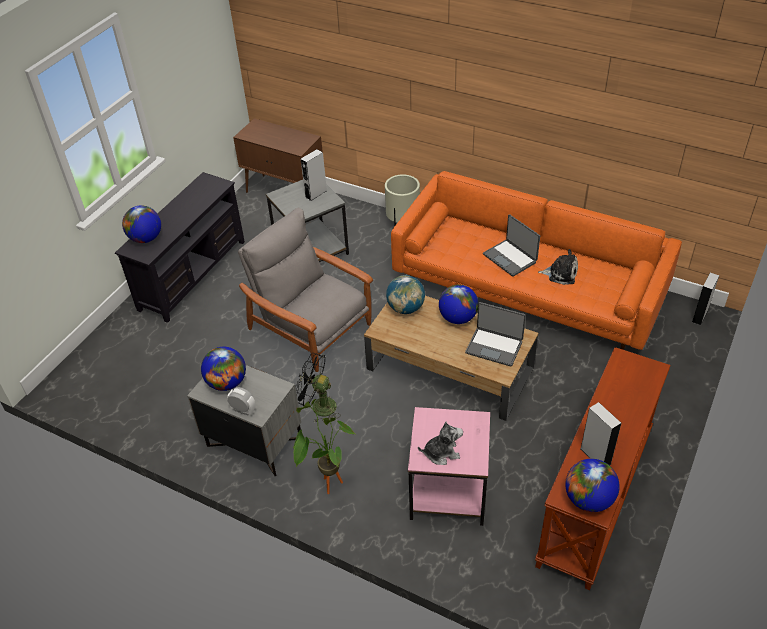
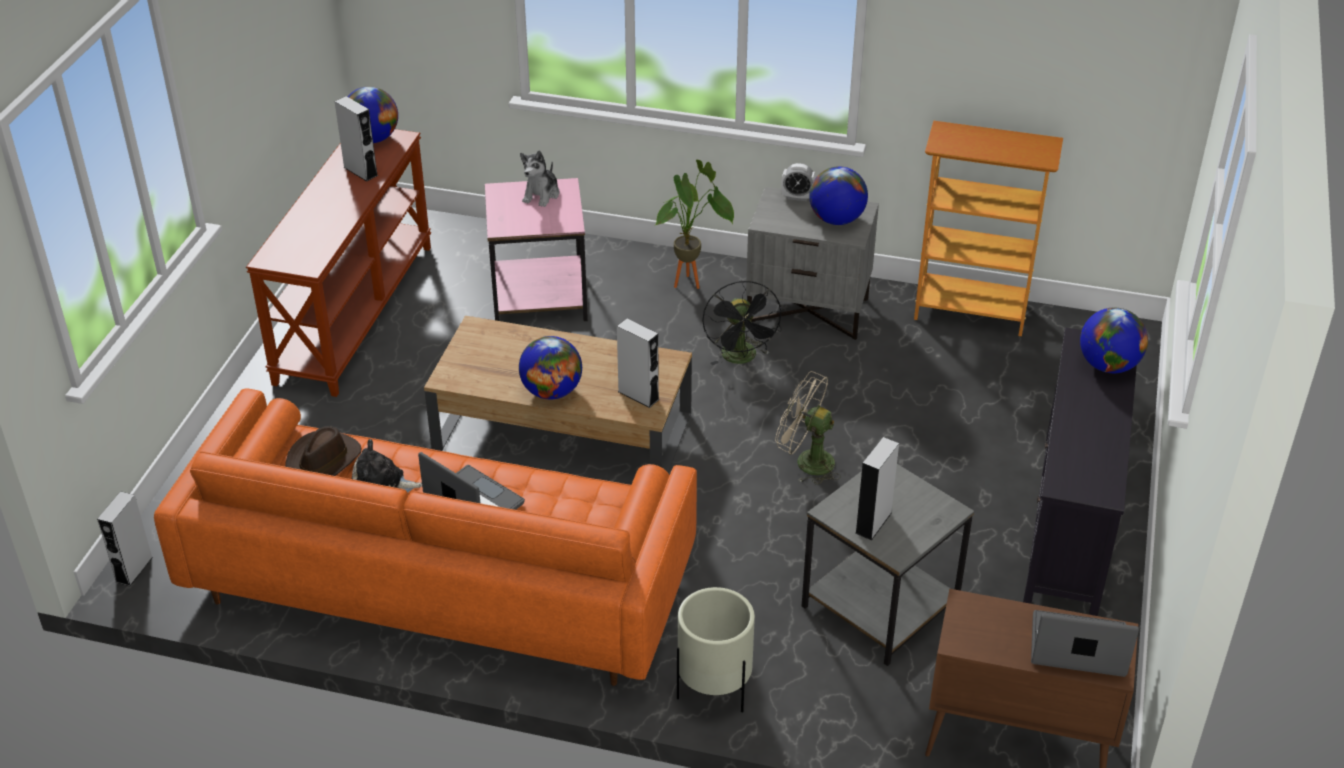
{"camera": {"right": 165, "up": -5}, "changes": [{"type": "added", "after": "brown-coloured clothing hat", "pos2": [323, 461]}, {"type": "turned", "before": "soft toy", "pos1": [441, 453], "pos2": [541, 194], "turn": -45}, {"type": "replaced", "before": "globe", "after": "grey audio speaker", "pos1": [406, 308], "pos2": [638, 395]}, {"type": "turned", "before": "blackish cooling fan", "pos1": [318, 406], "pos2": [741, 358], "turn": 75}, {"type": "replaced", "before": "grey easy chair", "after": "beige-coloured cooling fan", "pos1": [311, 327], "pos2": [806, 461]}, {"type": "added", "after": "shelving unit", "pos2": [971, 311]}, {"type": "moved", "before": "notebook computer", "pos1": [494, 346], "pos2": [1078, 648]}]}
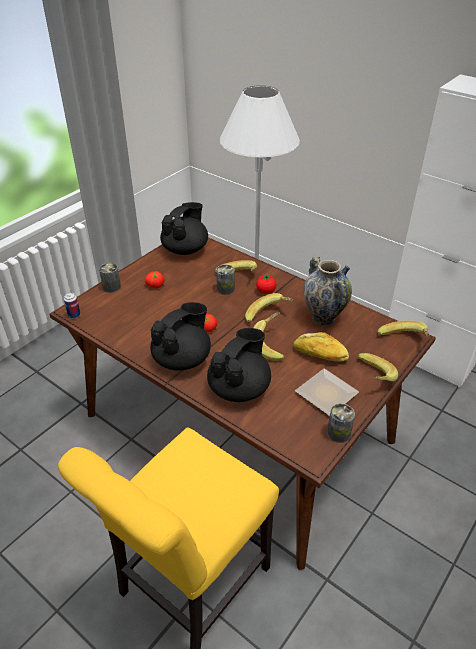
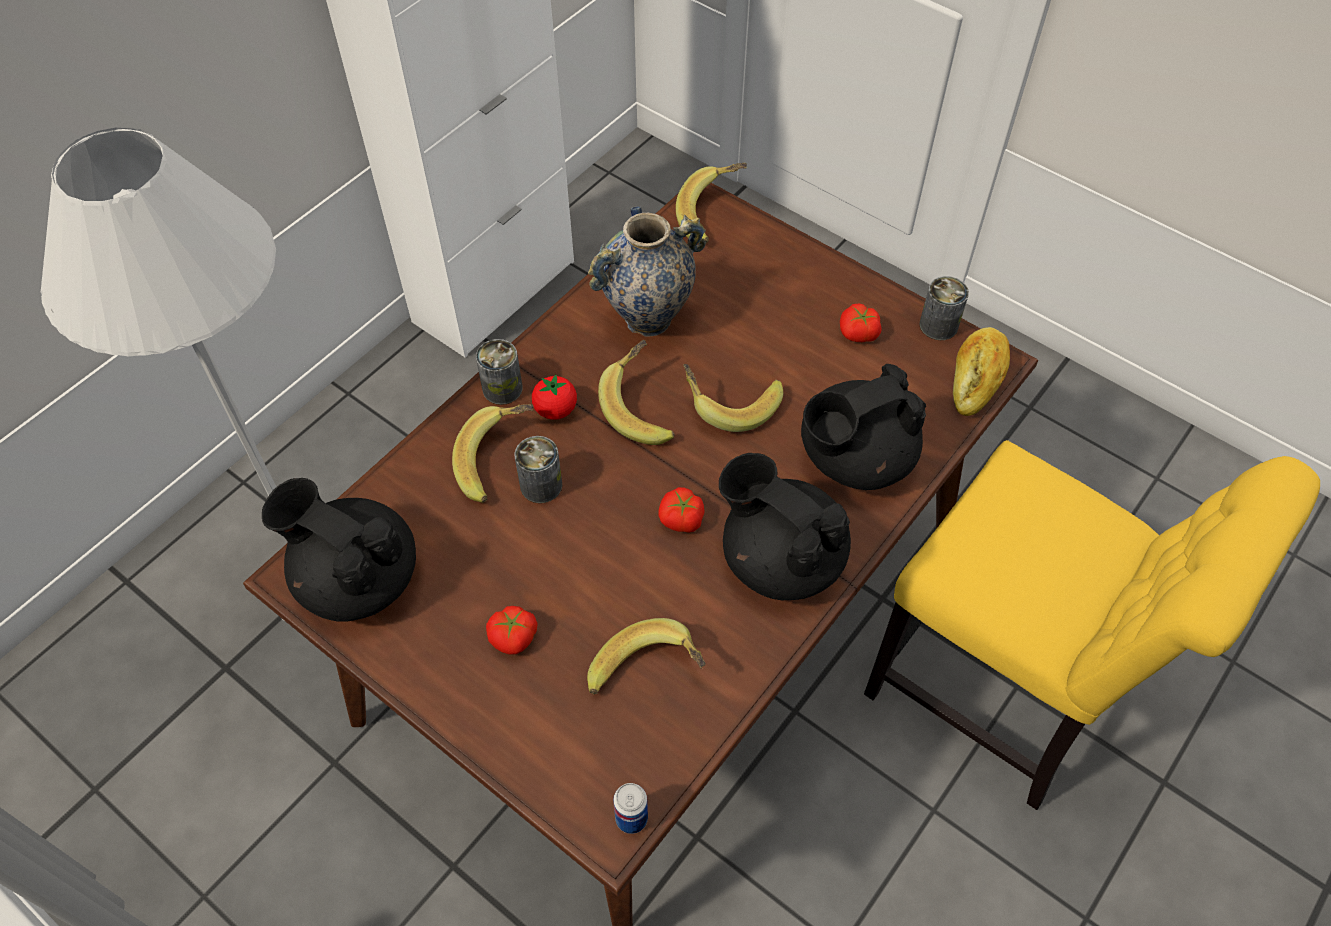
{"camera": {"right": -90, "up": 15}, "changes": [{"type": "moved", "before": "can", "pos1": [111, 287], "pos2": [502, 388]}, {"type": "moved", "before": "banana fruit", "pos1": [371, 377], "pos2": [648, 675]}, {"type": "turned", "before": "blackish pot for tea", "pos1": [239, 388], "pos2": [854, 459], "turn": -60}, {"type": "replaced", "before": "dinner plate", "after": "fresh tomato", "pos1": [326, 396], "pos2": [858, 333]}, {"type": "moved", "before": "bread", "pos1": [320, 355], "pos2": [976, 379]}]}
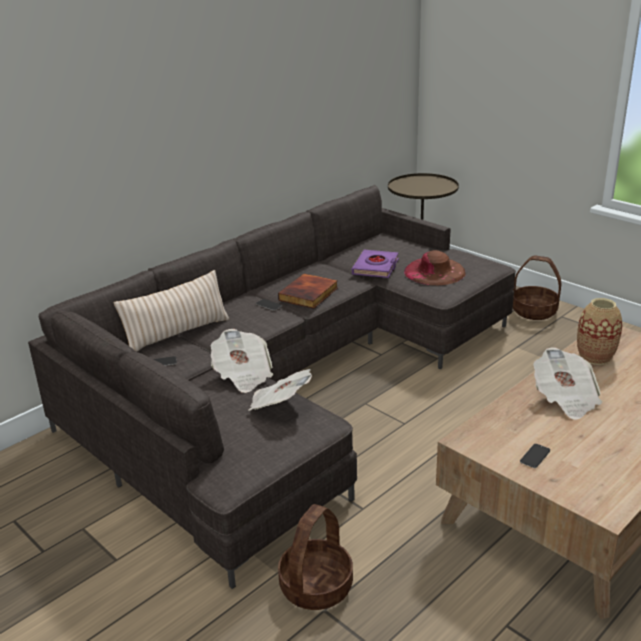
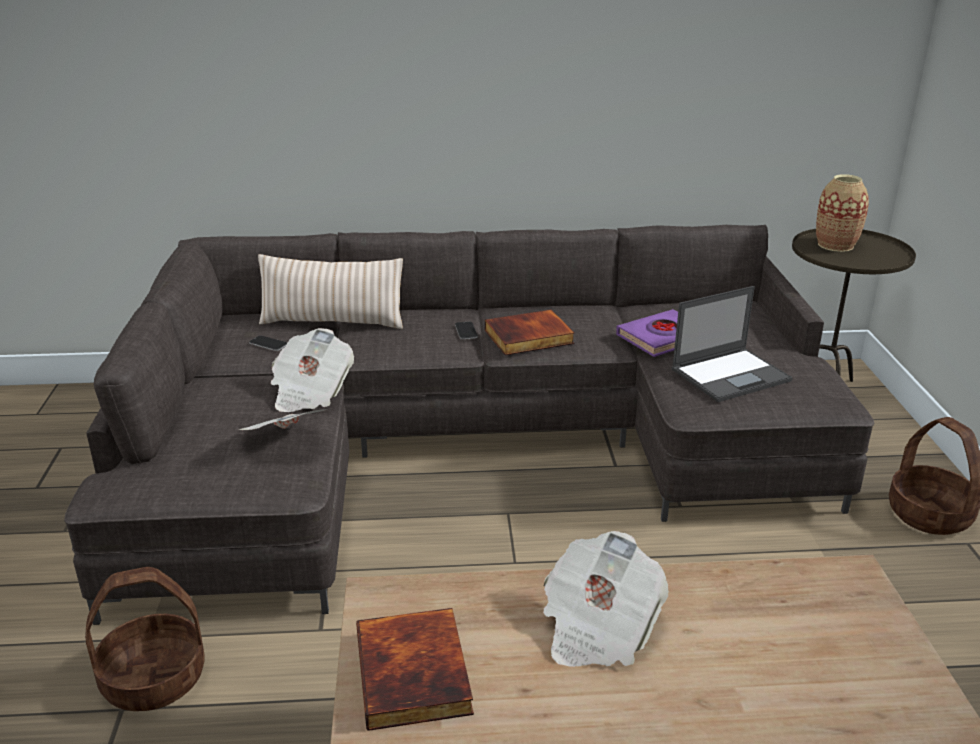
{"camera": {"right": 40, "up": 0}, "changes": [{"type": "replaced", "before": "phone", "after": "bound book", "pos1": [535, 456], "pos2": [416, 673]}, {"type": "replaced", "before": "brown-coloured clothing hat", "after": "notebook computer", "pos1": [434, 272], "pos2": [731, 375]}, {"type": "moved", "before": "flower vase", "pos1": [595, 356], "pos2": [835, 245]}]}
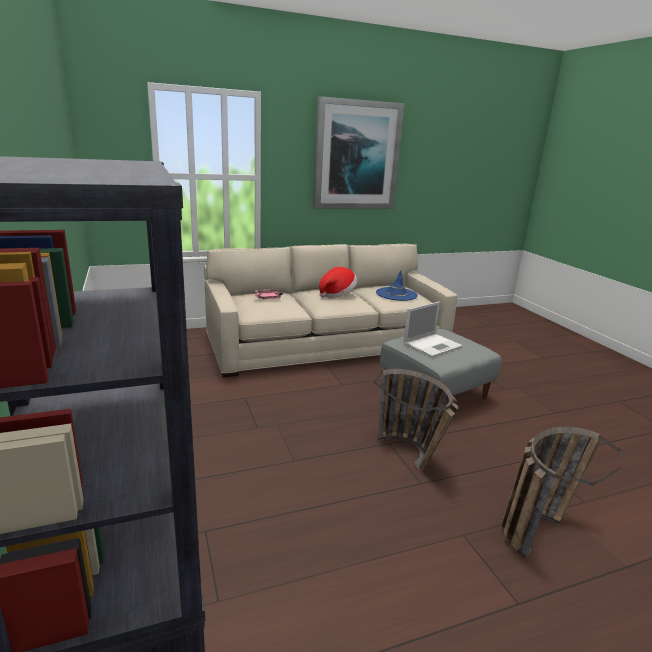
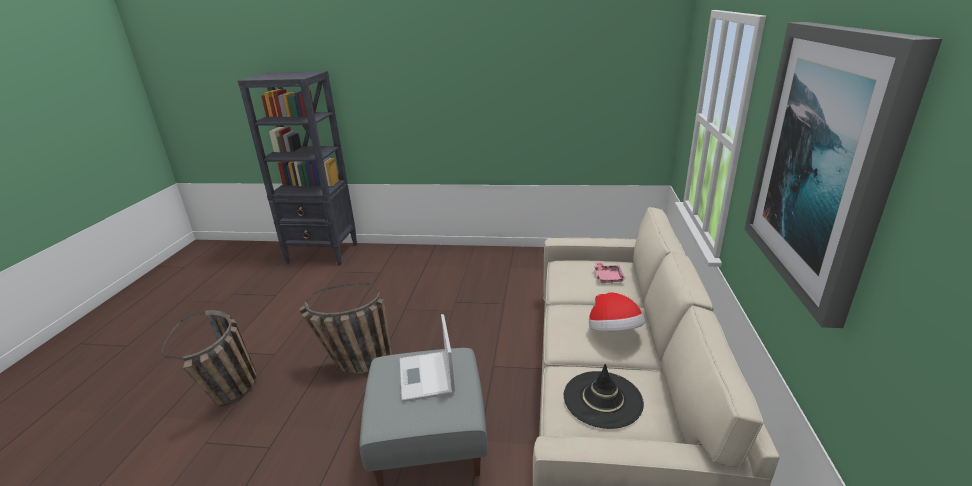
{"camera": {"right": 120, "up": 5}, "changes": [{"type": "recoloured", "before": "bluish clothing hat", "after": "blackish clothing hat", "pos1": [396, 294], "pos2": [603, 399]}]}
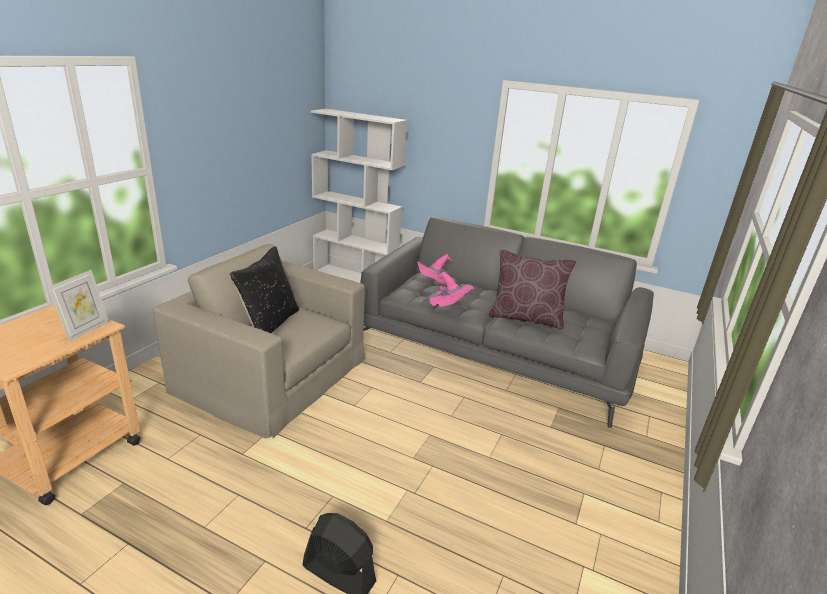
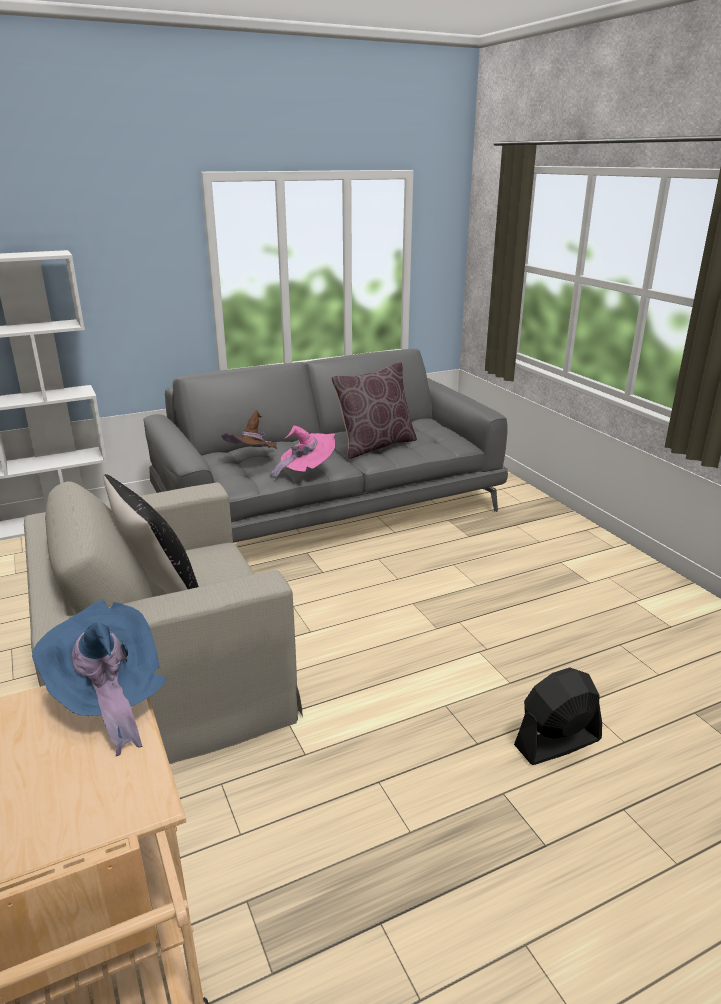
{"camera": {"right": -50, "up": 0}, "changes": [{"type": "replaced", "before": "picture frame", "after": "bluish clothing hat", "pos1": [86, 330], "pos2": [109, 700]}, {"type": "recoloured", "before": "pinkish clothing hat", "after": "brown-coloured clothing hat", "pos1": [435, 288], "pos2": [253, 460]}]}
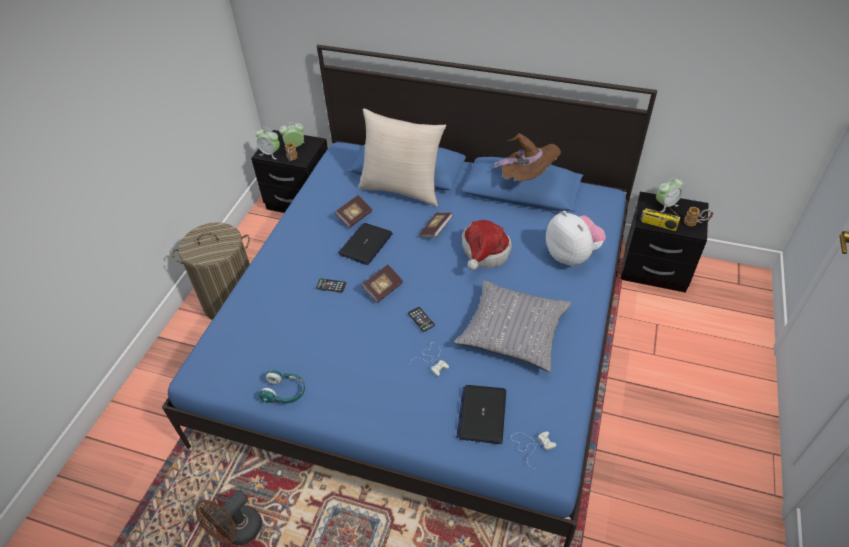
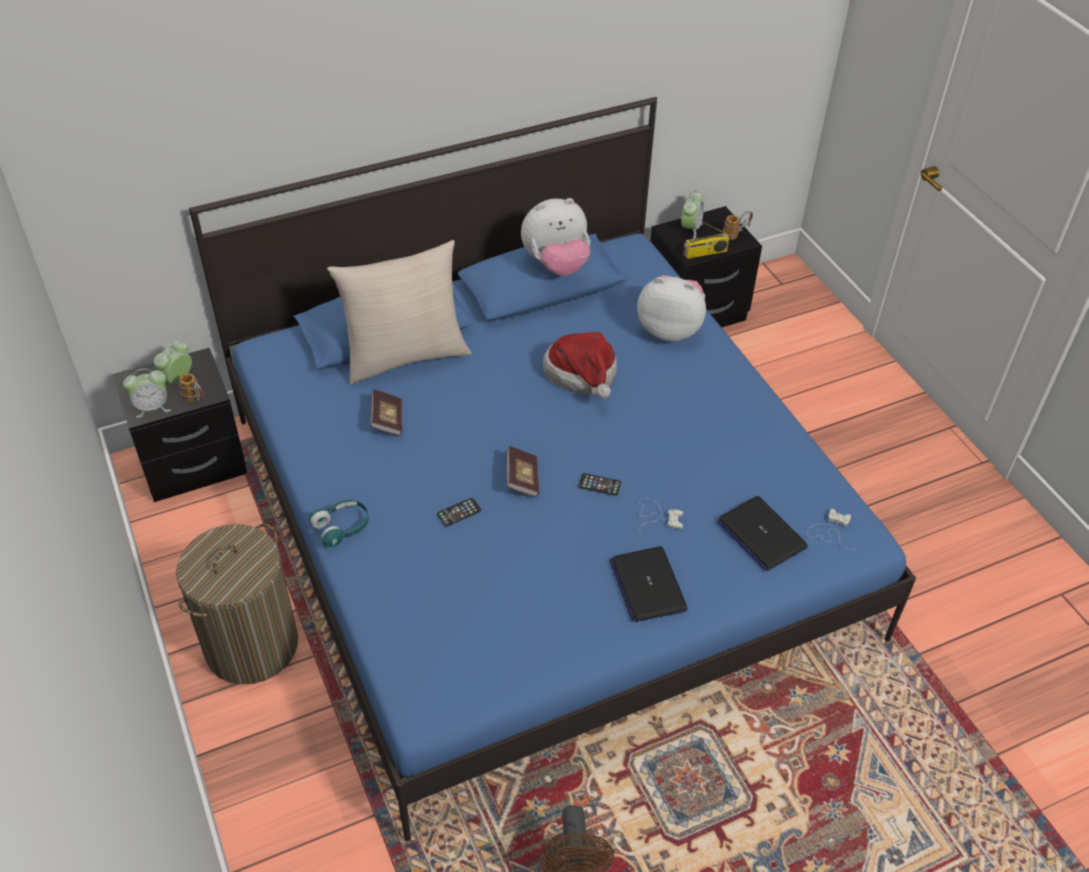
{"camera": {"right": -45, "up": 0}, "changes": [{"type": "moved", "before": "turquoise-coloured headset", "pos1": [284, 392], "pos2": [342, 527]}, {"type": "replaced", "before": "brown-coloured clothing hat", "after": "soft toy", "pos1": [526, 178], "pos2": [556, 265]}, {"type": "moved", "before": "notebook computer", "pos1": [366, 244], "pos2": [647, 585]}, {"type": "removed", "before": "bound book", "pos1": [436, 230]}, {"type": "removed", "before": "grey pillow", "pos1": [513, 331]}]}
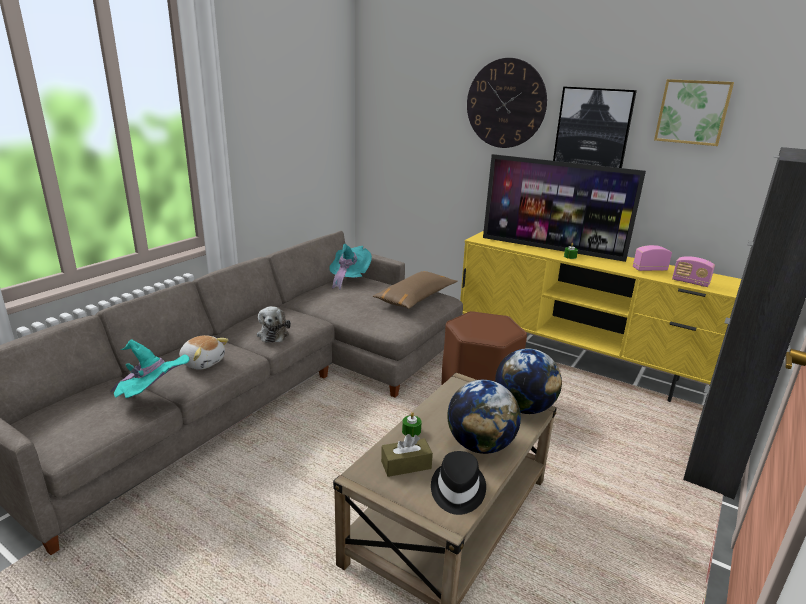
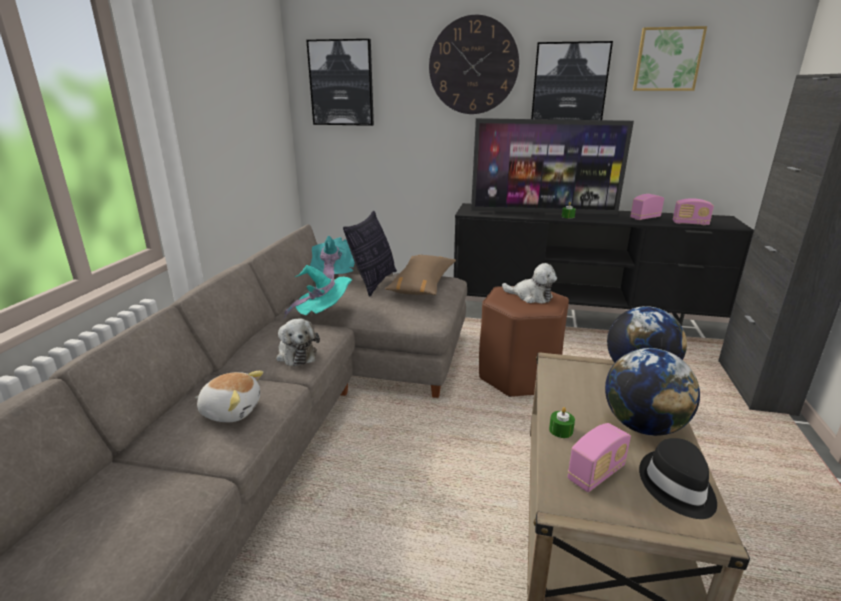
{"camera": {"right": -20, "up": 0}, "changes": [{"type": "moved", "before": "turquoise-coloured clothing hat", "pos1": [153, 396], "pos2": [324, 315]}, {"type": "added", "after": "wall picture", "pos2": [341, 83]}, {"type": "added", "after": "pillow", "pos2": [374, 282]}, {"type": "recoloured", "before": "yellowish tv stand", "after": "blackish tv stand", "pos1": [581, 363], "pos2": [580, 322]}, {"type": "added", "after": "soft toy", "pos2": [531, 296]}, {"type": "replaced", "before": "brown-coloured box of tissues", "after": "radio", "pos1": [406, 465], "pos2": [596, 473]}]}
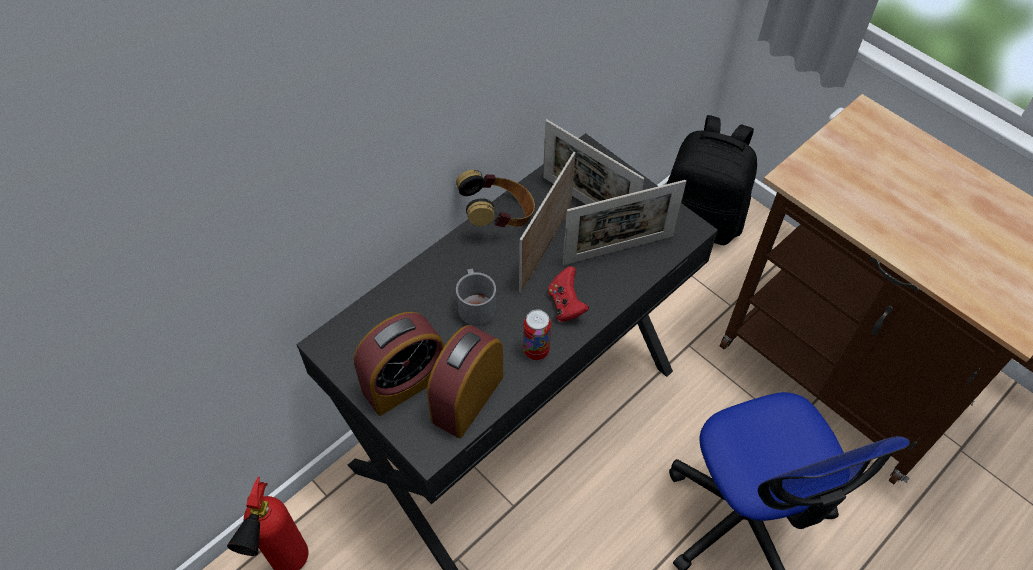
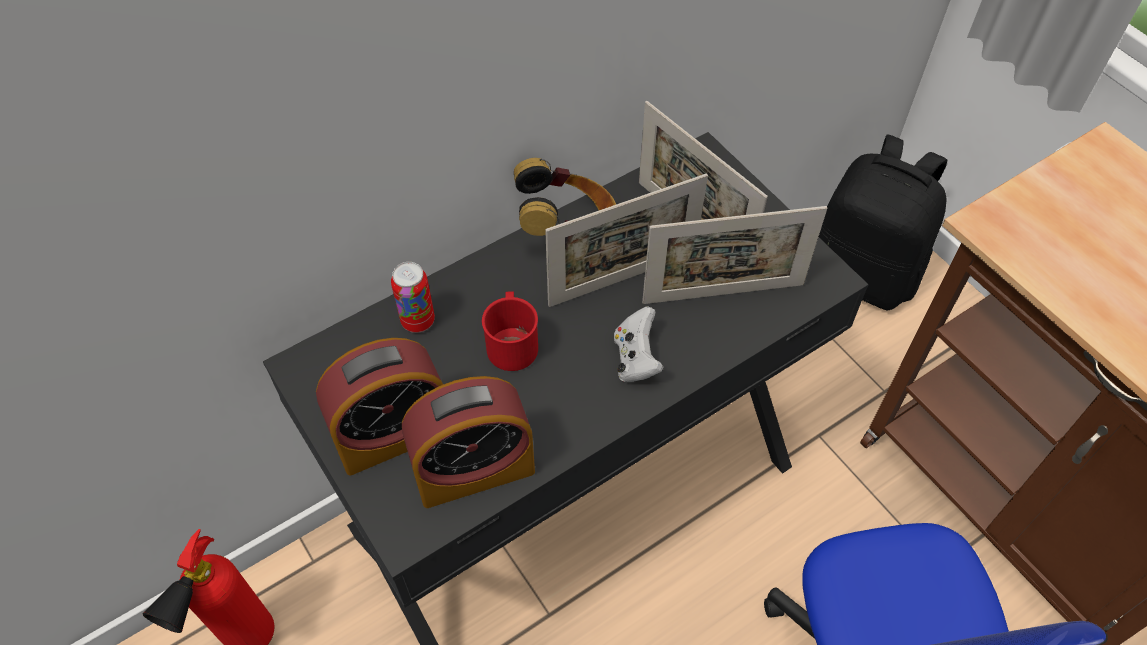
{"camera": {"right": 10, "up": 0}, "changes": [{"type": "moved", "before": "can", "pos1": [536, 351], "pos2": [418, 321]}, {"type": "turned", "before": "alarm clock", "pos1": [467, 398], "pos2": [473, 470], "turn": -150}, {"type": "recoloured", "before": "grey coffee mug", "after": "red coffee mug", "pos1": [475, 304], "pos2": [512, 341]}, {"type": "turned", "before": "picture frame", "pos1": [545, 249], "pos2": [623, 279], "turn": -150}, {"type": "recoloured", "before": "red joypad", "after": "whitish joypad", "pos1": [566, 304], "pos2": [636, 359]}]}
